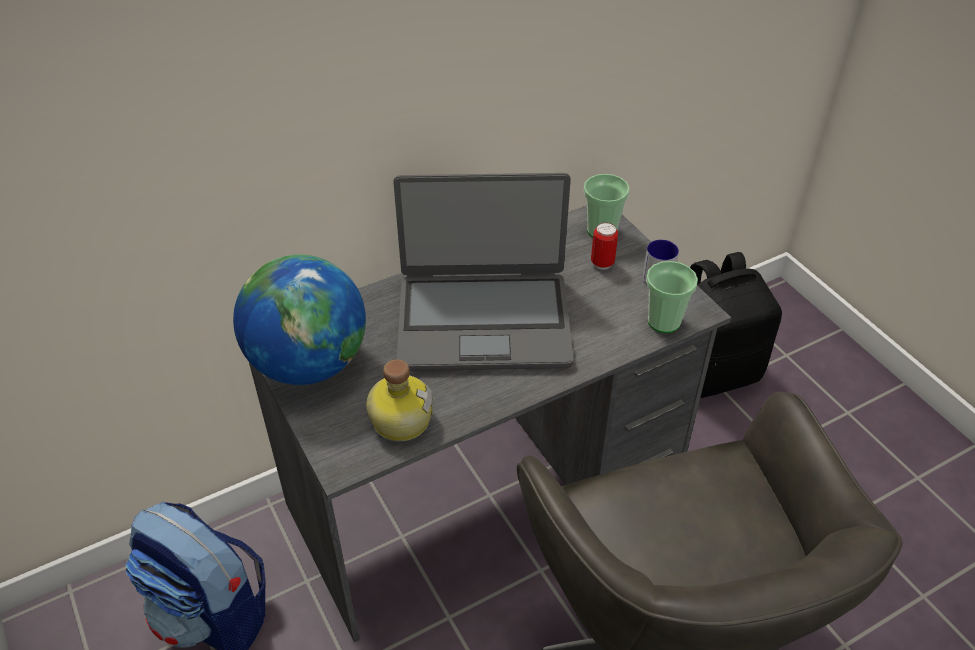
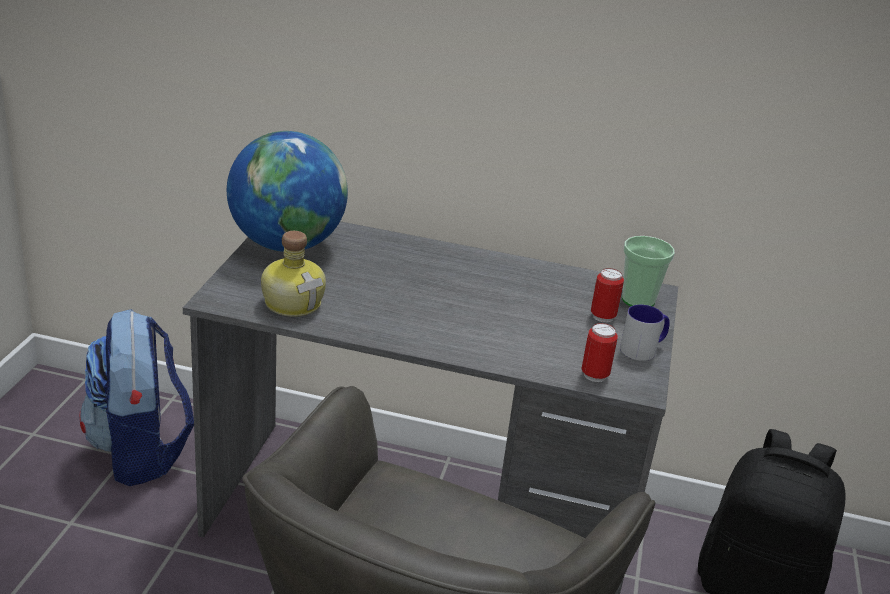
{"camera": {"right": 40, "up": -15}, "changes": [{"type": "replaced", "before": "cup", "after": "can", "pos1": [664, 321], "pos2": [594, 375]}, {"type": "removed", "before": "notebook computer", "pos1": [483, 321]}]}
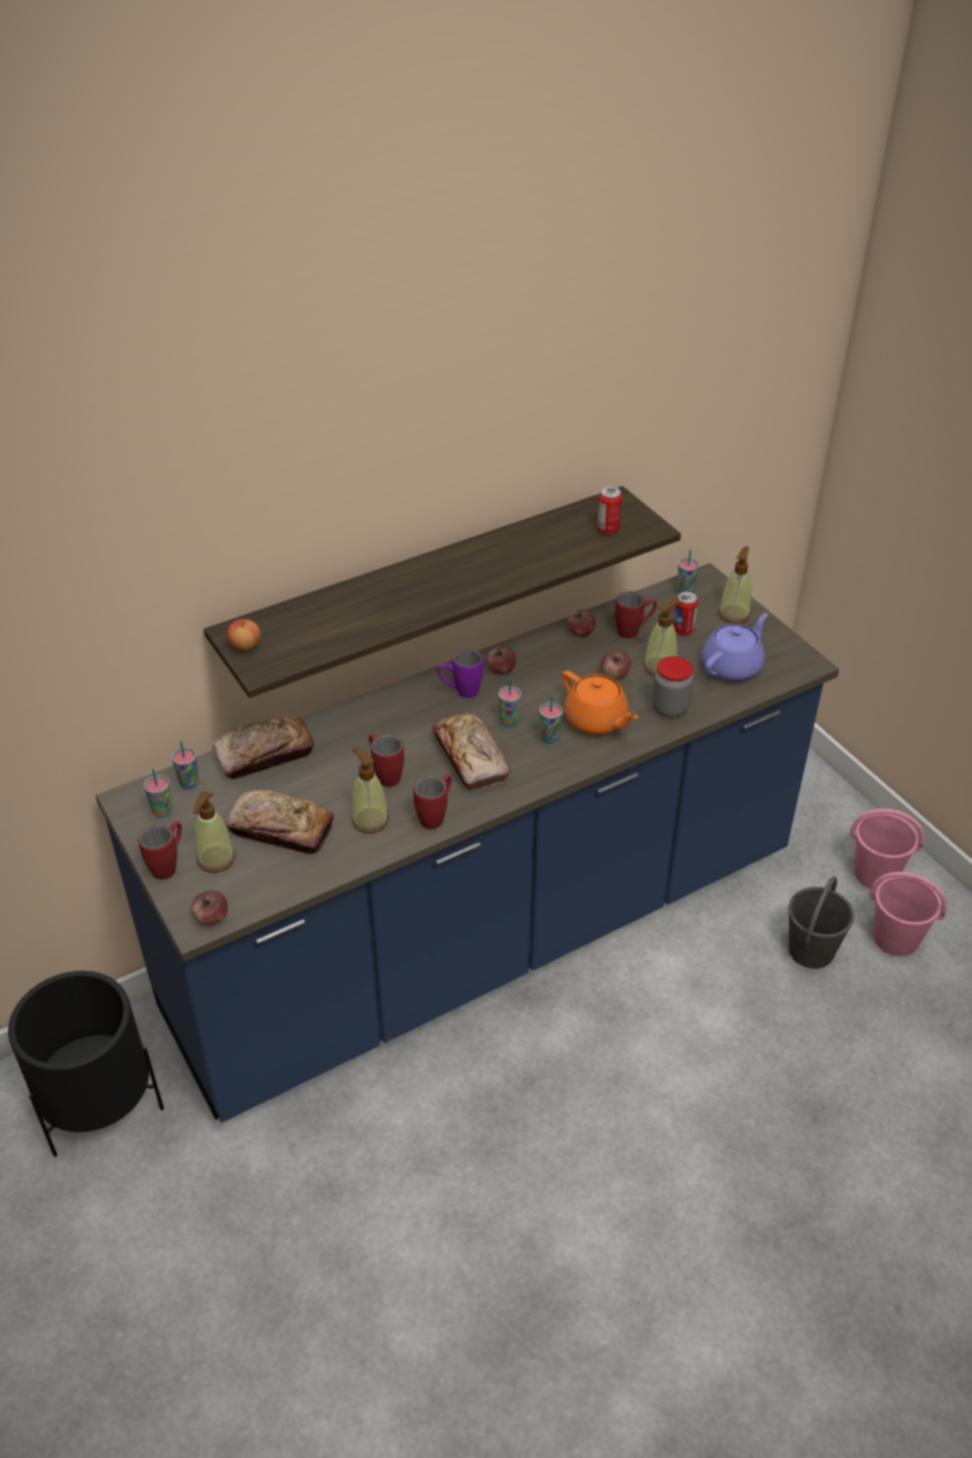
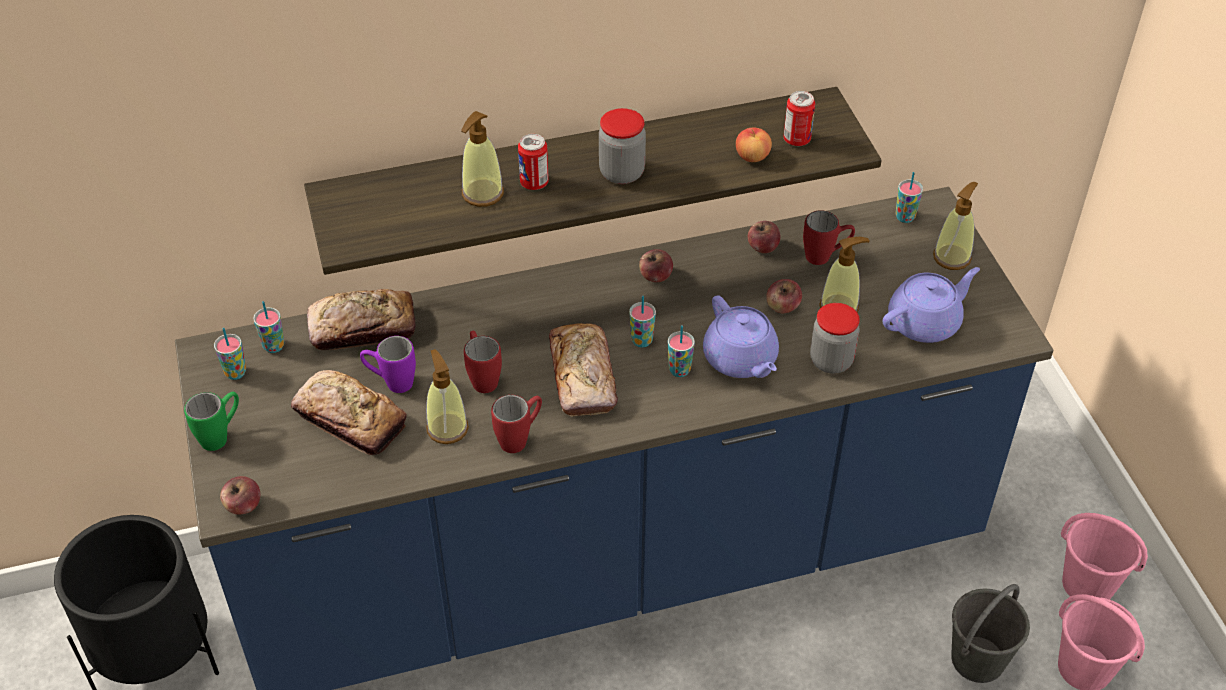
{"camera": {"right": 15, "up": 5}, "changes": [{"type": "recoloured", "before": "red coffee mug", "after": "green-coloured coffee mug", "pos1": [169, 865], "pos2": [221, 435]}, {"type": "moved", "before": "purplish coffee mug", "pos1": [460, 692], "pos2": [391, 383]}, {"type": "moved", "before": "soap dispenser", "pos1": [216, 859], "pos2": [482, 193]}, {"type": "moved", "before": "can", "pos1": [683, 630], "pos2": [534, 183]}, {"type": "added", "after": "jar", "pos2": [622, 173]}, {"type": "recoloured", "before": "orangey pot for tea", "after": "purplish pot for tea", "pos1": [596, 720], "pos2": [741, 359]}, {"type": "moved", "before": "apple", "pos1": [245, 646], "pos2": [752, 156]}]}
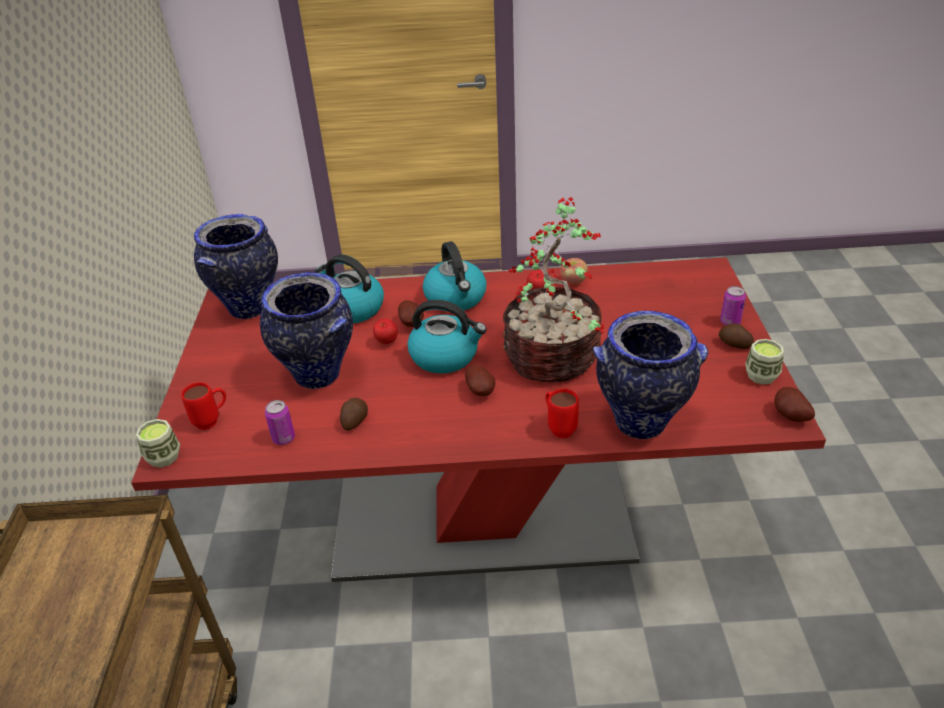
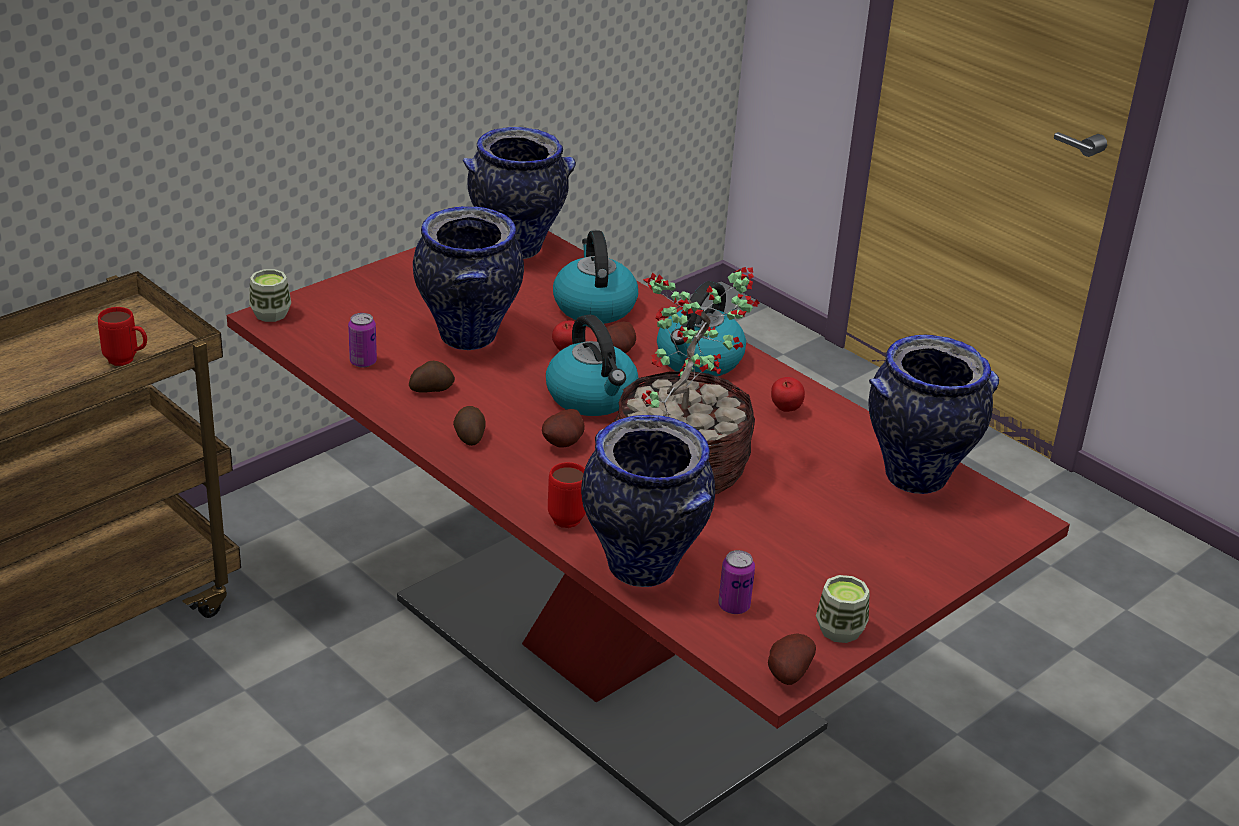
{"camera": {"right": 45, "up": -5}, "changes": [{"type": "moved", "before": "red coffee mug", "pos1": [212, 421], "pos2": [127, 361]}, {"type": "moved", "before": "potato", "pos1": [734, 344], "pos2": [469, 436]}, {"type": "moved", "before": "can", "pos1": [730, 322], "pos2": [734, 606]}, {"type": "added", "after": "flower vase", "pos2": [917, 477]}, {"type": "removed", "before": "apple", "pos1": [573, 281]}]}
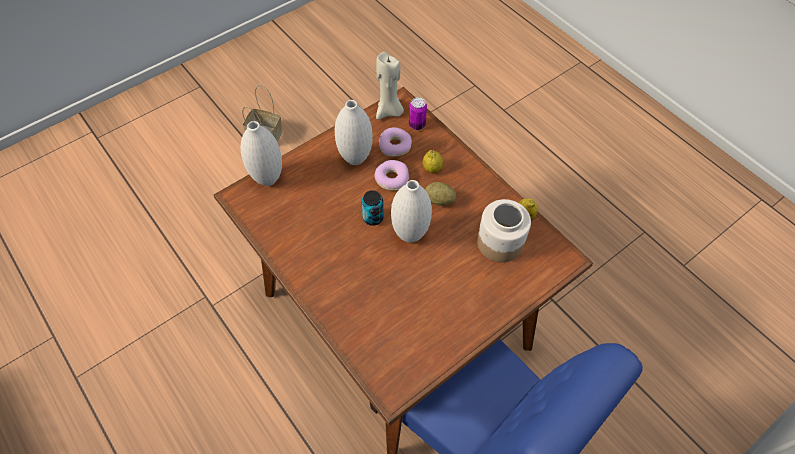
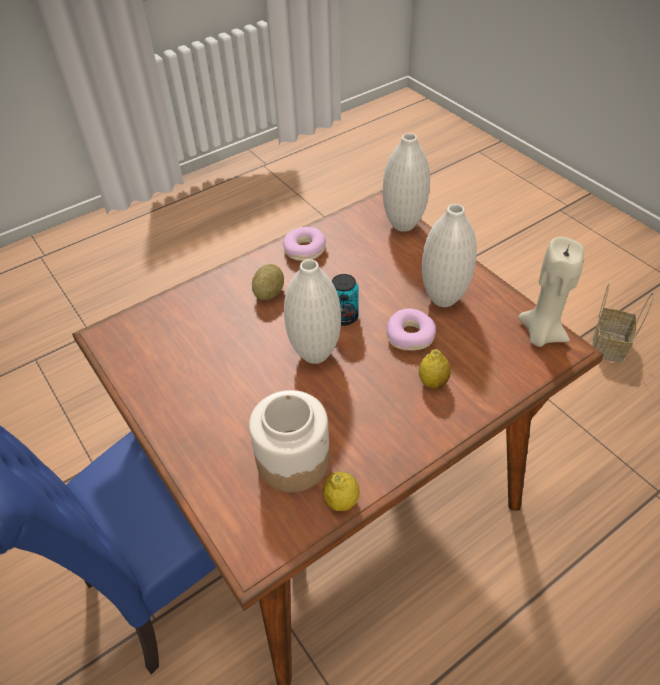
{"camera": {"right": 95, "up": -10}, "changes": [{"type": "moved", "before": "potato", "pos1": [439, 200], "pos2": [269, 293]}, {"type": "moved", "before": "ring doughnut", "pos1": [395, 146], "pos2": [305, 250]}, {"type": "removed", "before": "can", "pos1": [417, 125]}]}
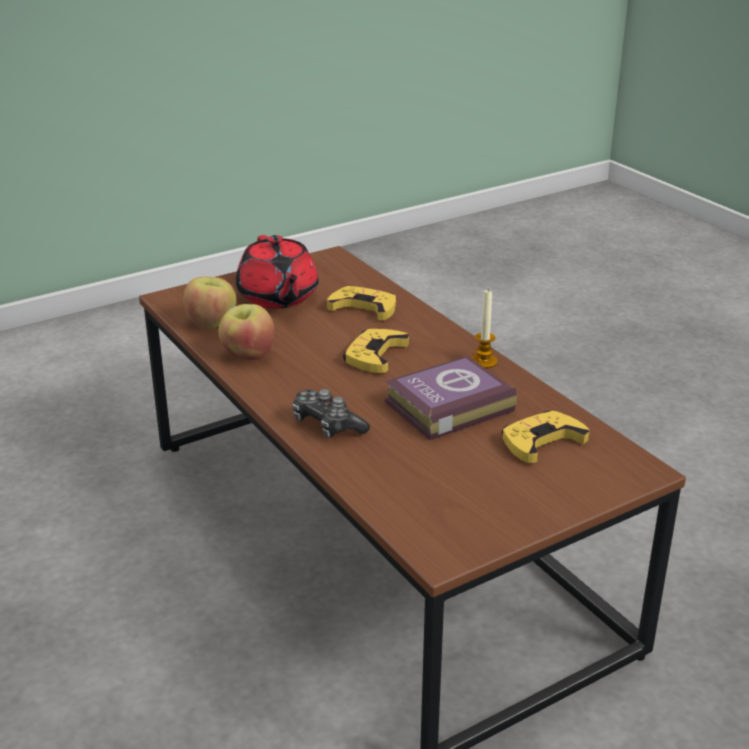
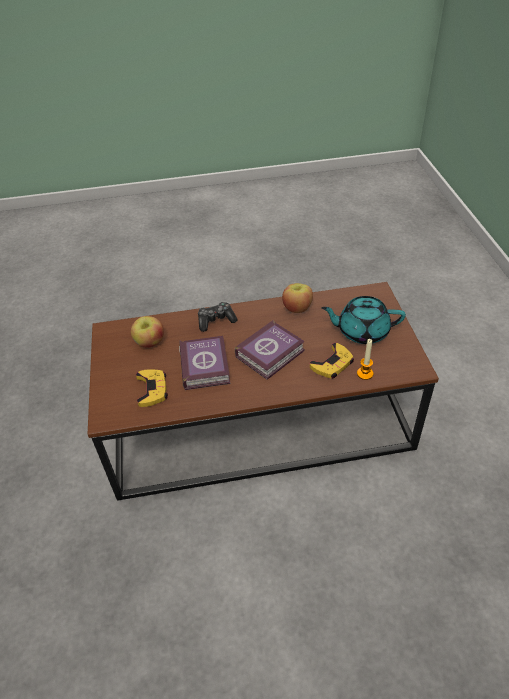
{"camera": {"right": 115, "up": 15}, "changes": [{"type": "moved", "before": "apple", "pos1": [211, 323], "pos2": [150, 343]}, {"type": "replaced", "before": "yellowish joypad", "after": "bound book", "pos1": [375, 355], "pos2": [272, 353]}, {"type": "recoloured", "before": "red pot for tea", "after": "turquoise-coloured pot for tea", "pos1": [278, 297], "pos2": [362, 331]}, {"type": "moved", "before": "wax candle", "pos1": [483, 362], "pos2": [365, 373]}]}
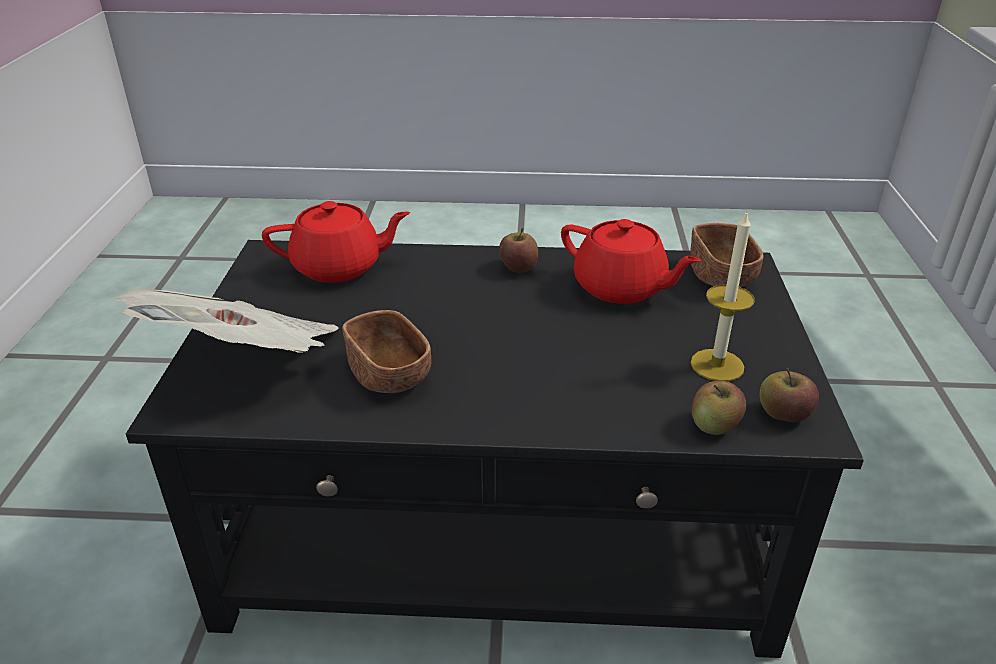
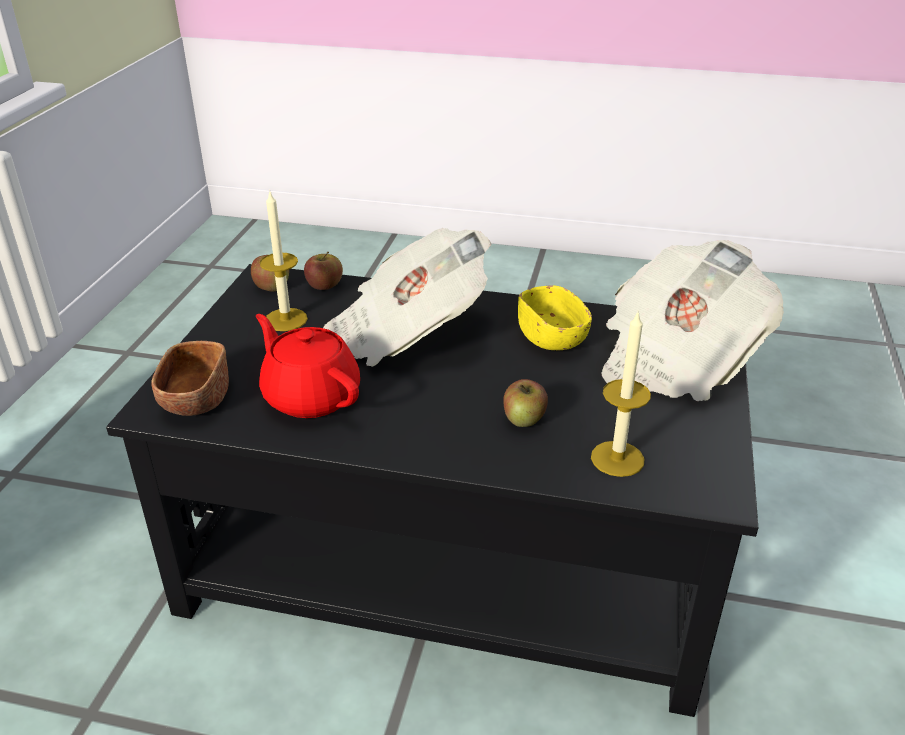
{"camera": {"right": -170, "up": 0}, "changes": [{"type": "added", "after": "printed paper", "pos2": [406, 332]}, {"type": "moved", "before": "apple", "pos1": [518, 267], "pos2": [524, 419]}, {"type": "recoloured", "before": "brown-coloured deep dish", "after": "yellowish deep dish", "pos1": [389, 374], "pos2": [552, 338]}, {"type": "replaced", "before": "red pot for tea", "after": "wax candle", "pos1": [339, 267], "pos2": [617, 458]}]}
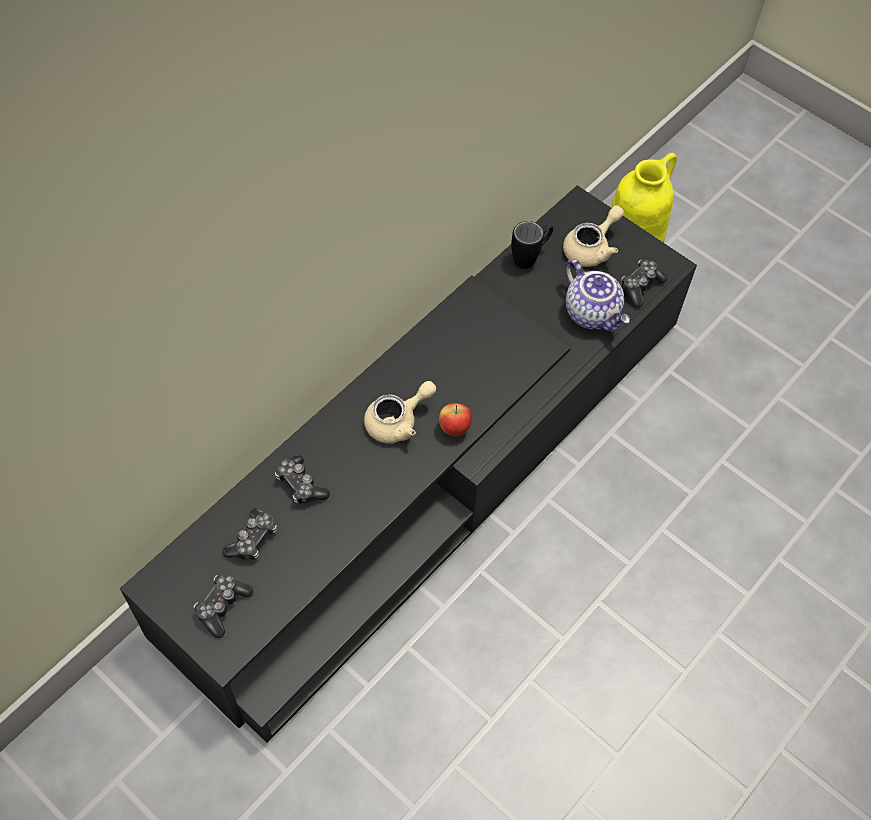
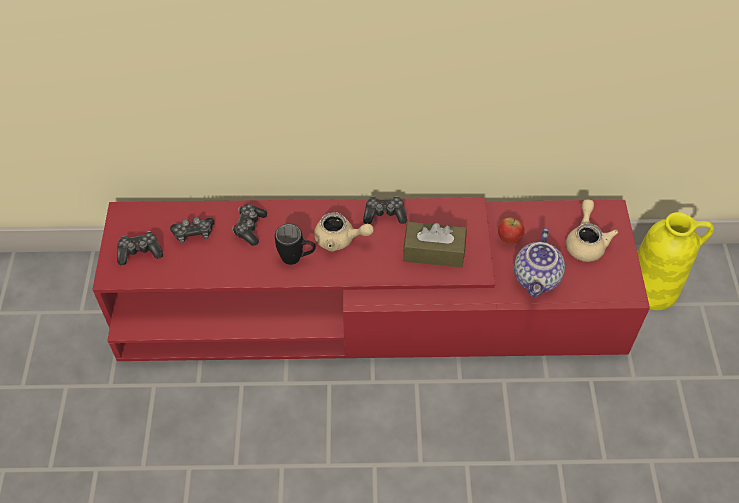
{"camera": {"right": 50, "up": -5}, "changes": [{"type": "recoloured", "before": "blackish tv stand", "after": "red tv stand", "pos1": [432, 469], "pos2": [369, 306]}, {"type": "moved", "before": "blackish coffee mug", "pos1": [530, 257], "pos2": [297, 258]}, {"type": "moved", "before": "joypad", "pos1": [640, 286], "pos2": [384, 214]}, {"type": "added", "after": "brown-coloured box of tissues", "pos2": [434, 252]}, {"type": "moved", "before": "apple", "pos1": [454, 429], "pos2": [509, 239]}, {"type": "turned", "before": "beige-coloured pot for tea", "pos1": [591, 248], "pos2": [585, 242], "turn": -90}]}
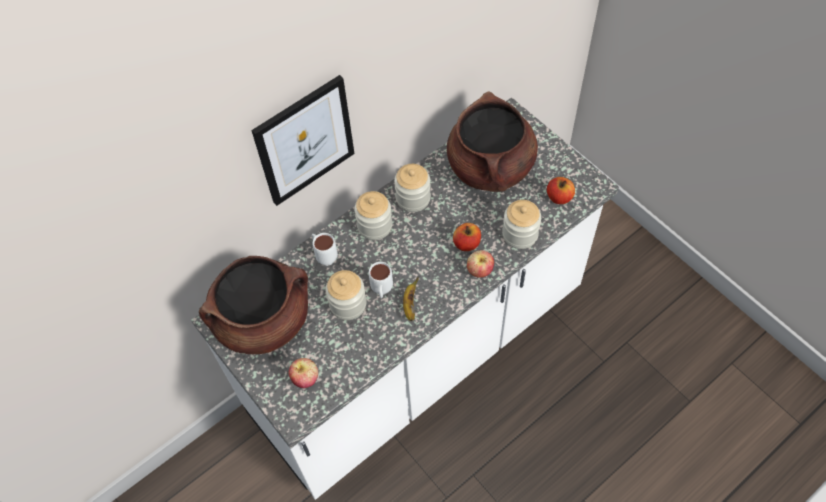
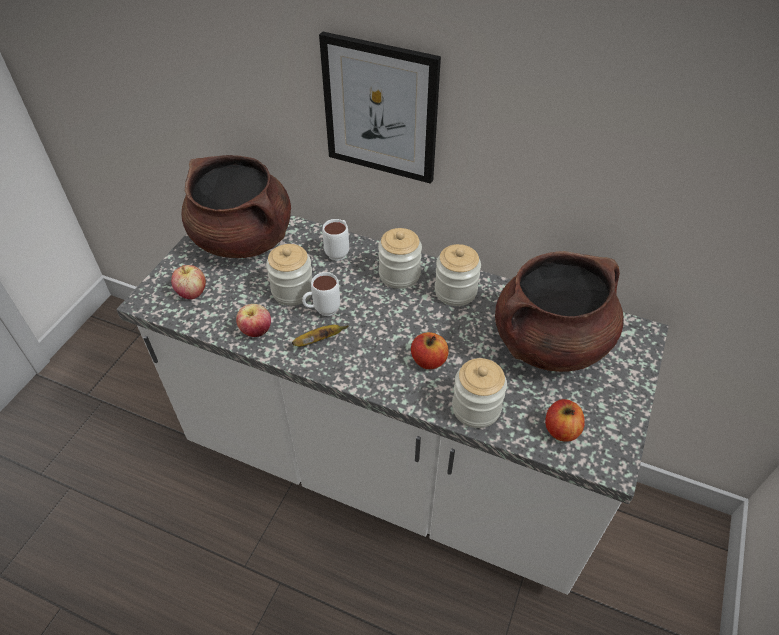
{"camera": {"right": 60, "up": -10}, "changes": [{"type": "moved", "before": "apple", "pos1": [480, 271], "pos2": [256, 331]}]}
